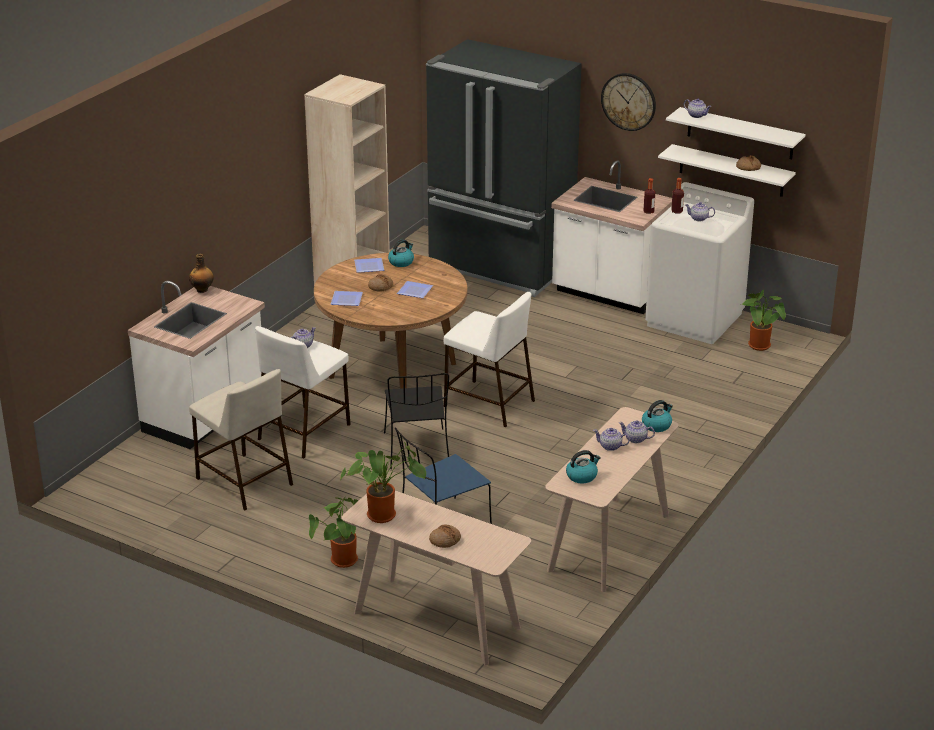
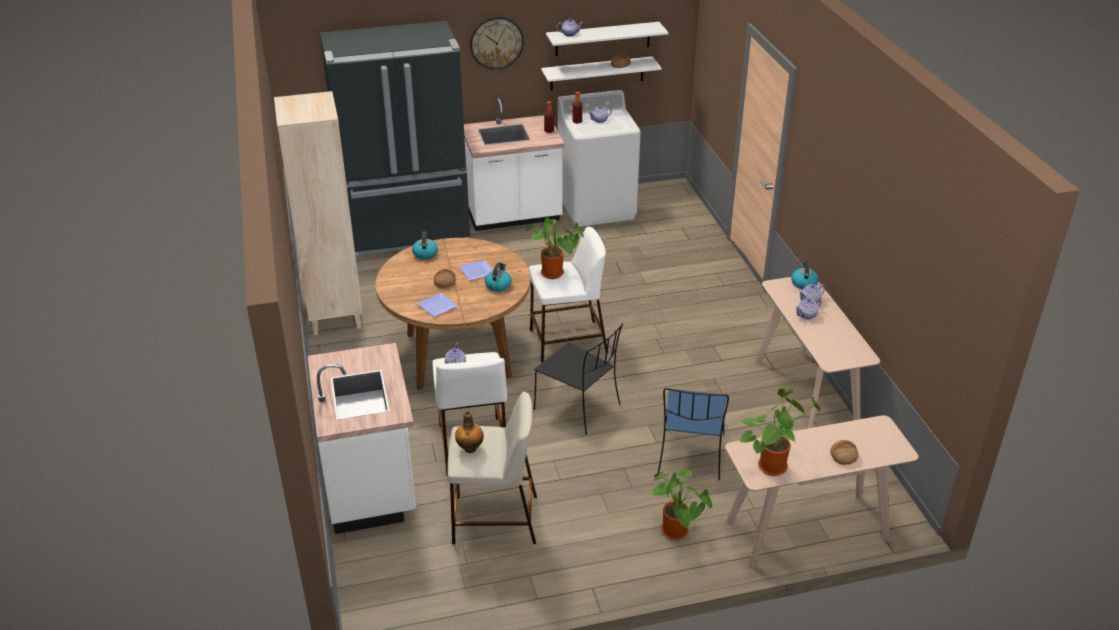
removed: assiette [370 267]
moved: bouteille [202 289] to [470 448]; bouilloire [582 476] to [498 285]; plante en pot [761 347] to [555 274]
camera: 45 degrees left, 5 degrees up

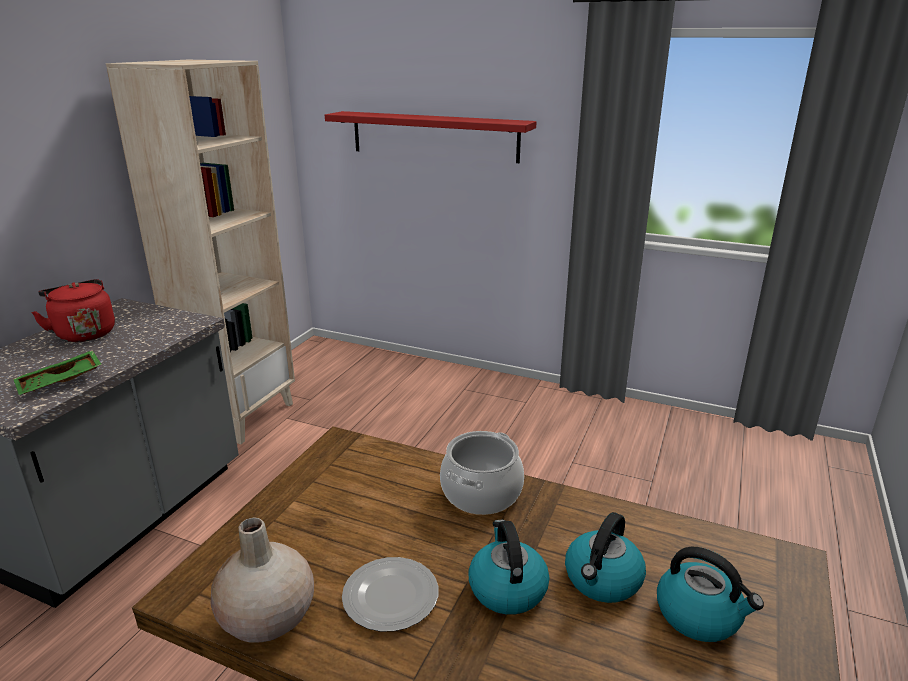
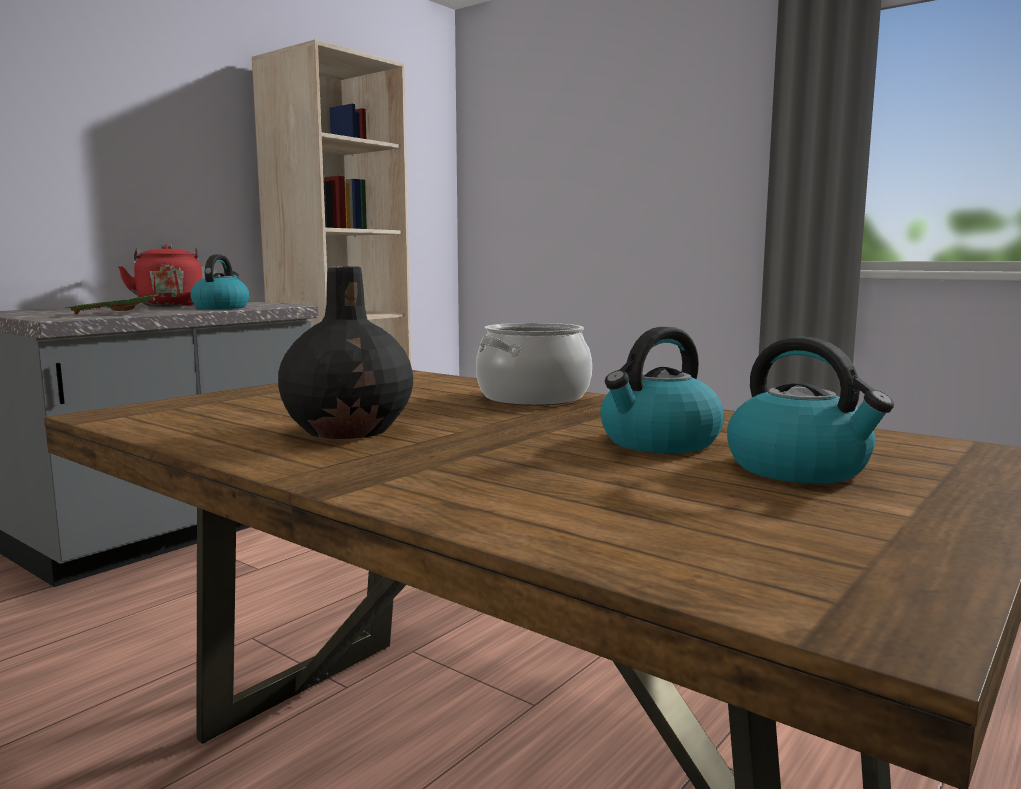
removed: vase/beige [267 619]; étagère/rouge [433 136]
moved: bouilloire [507 588] to [221 307]
replaced: assiette [391 595] to vase/noir [349 430]
camera: 15 degrees right, 15 degrees down

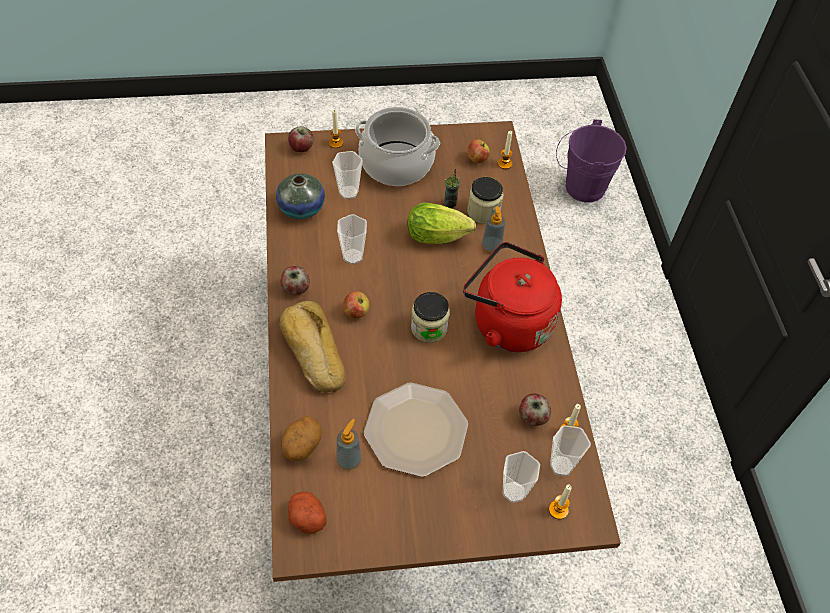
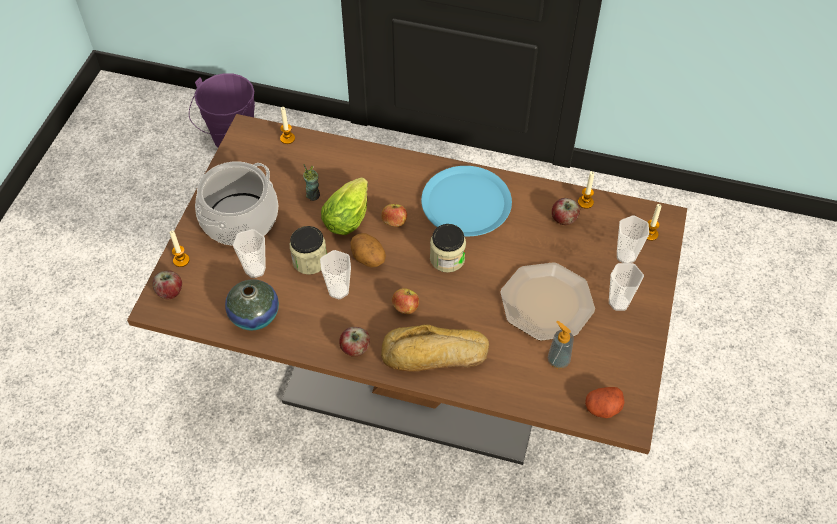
removed: distributeur de savon [491 246]
moved: pomme de terre [302 445] to [368 259]; pomme [477 159] to [394 222]; bocal [483 212] to [310 260]; tasse [561 465] to [619 302]
replaced: bouilloire/rouge [507 322] to assiette/bleu [466 202]
camera: 65 degrees left, 0 degrees up

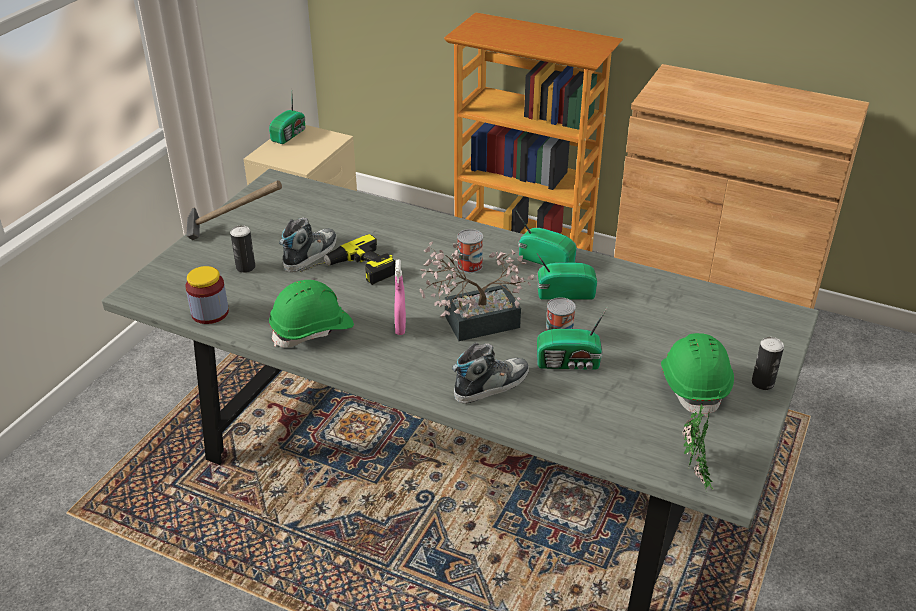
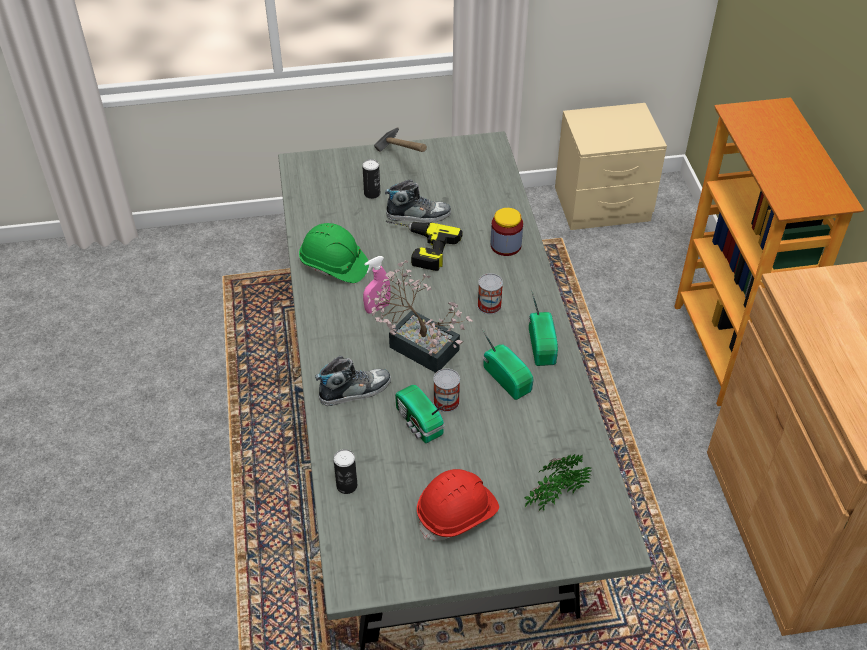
removed: radio [290 135]
moved: bocal [210 313] to [505 245]; plante en pot [694 474] to [553 499]; boîte métallique [762 383] to [347 485]
recoloured: casque de chantier/vert [694 385] to casque de chantier/rouge [457 514]
turned: chaussure [491 385] = [355 390] 45 degrees counterclockwise
camera: 55 degrees right, 10 degrees up

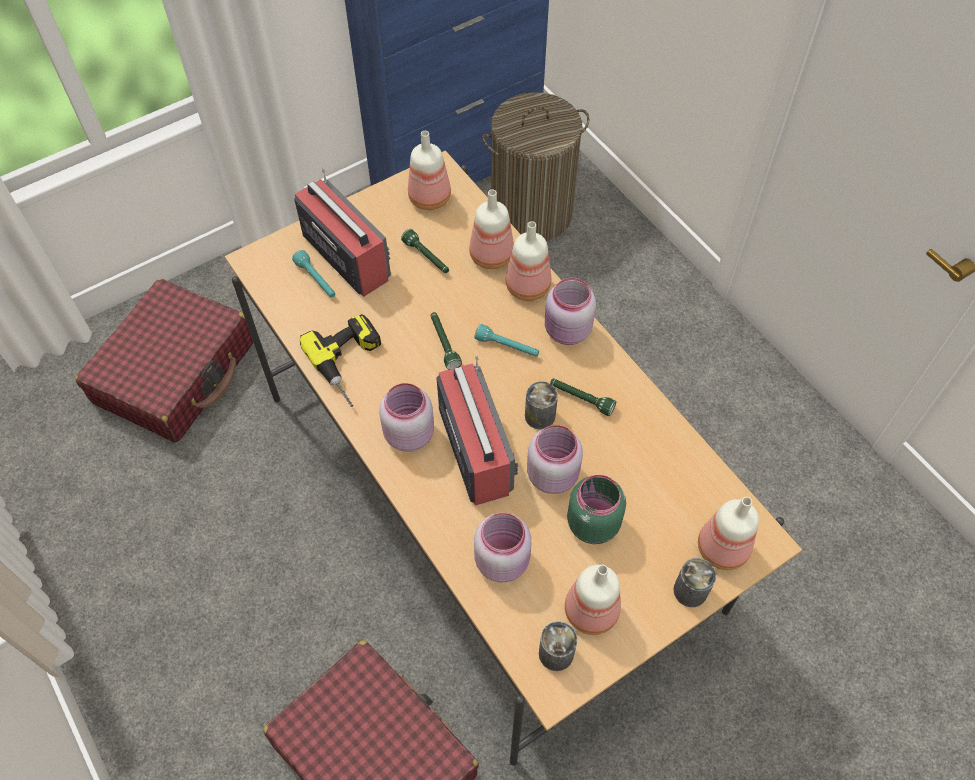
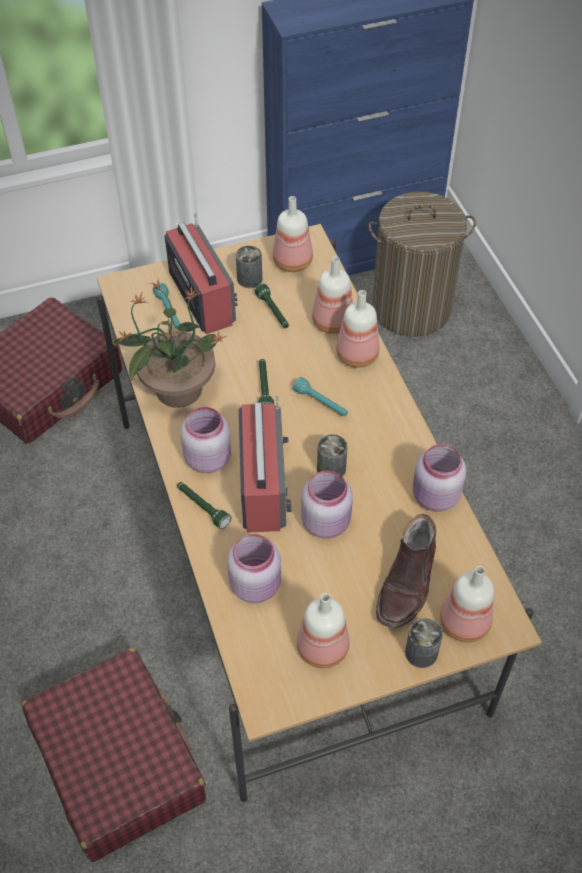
removed: bocal/vert [591 524]
added: botte/marron [408 582]
moved: boîte métallique [556 653] to [249 279]; bocal/rose [567 331] to [434 497]; lampe de poche/vert [581 399] to [202 507]
replaced: perceuse [352 364] to plante en pot [177 389]
camera: 15 degrees right, 5 degrees down

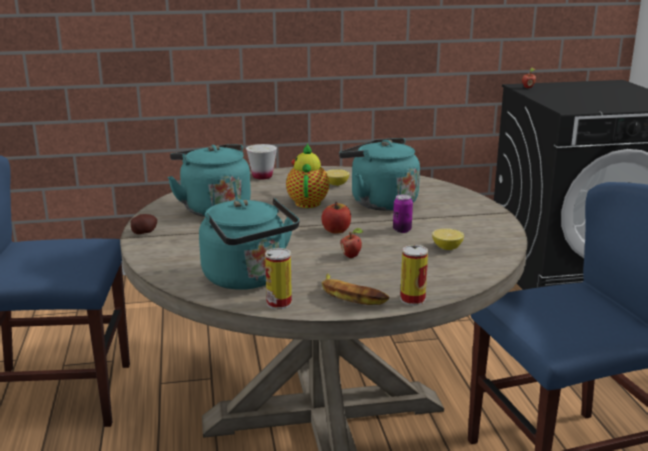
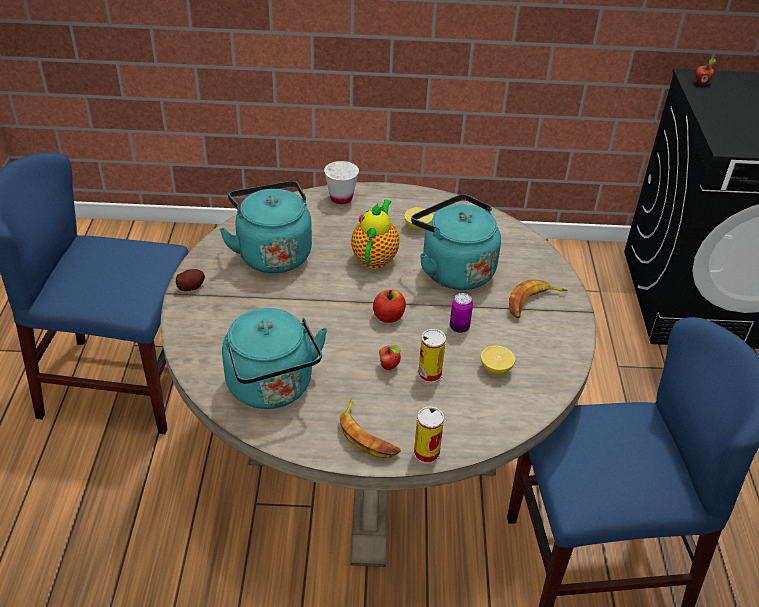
added: banane [532 303]
moved: boîte métallique [279 303] to [429 374]
camera: 10 degrees right, 20 degrees up

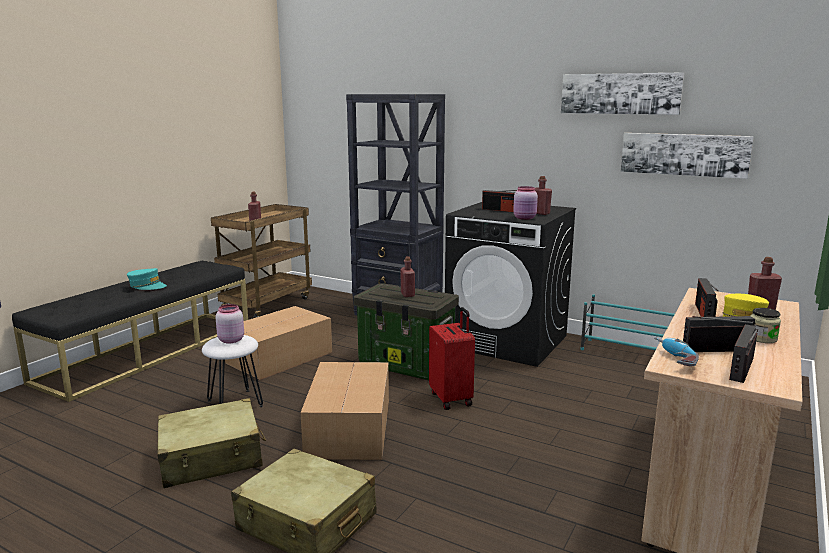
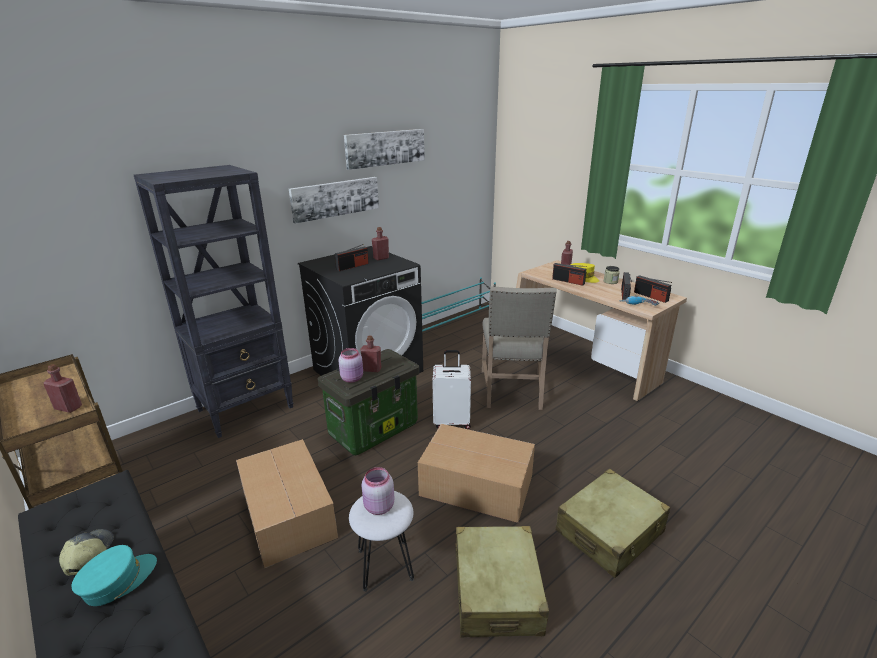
added: casquette [88 555]; chaise/beige [512 390]
moved: bocal/rose [525 218] to [353 378]; tableau [684 154] to [335 198]
recoloured: valise/rouge [452 398] to valise/blanc [452 421]
camera: 70 degrees left, 10 degrees up

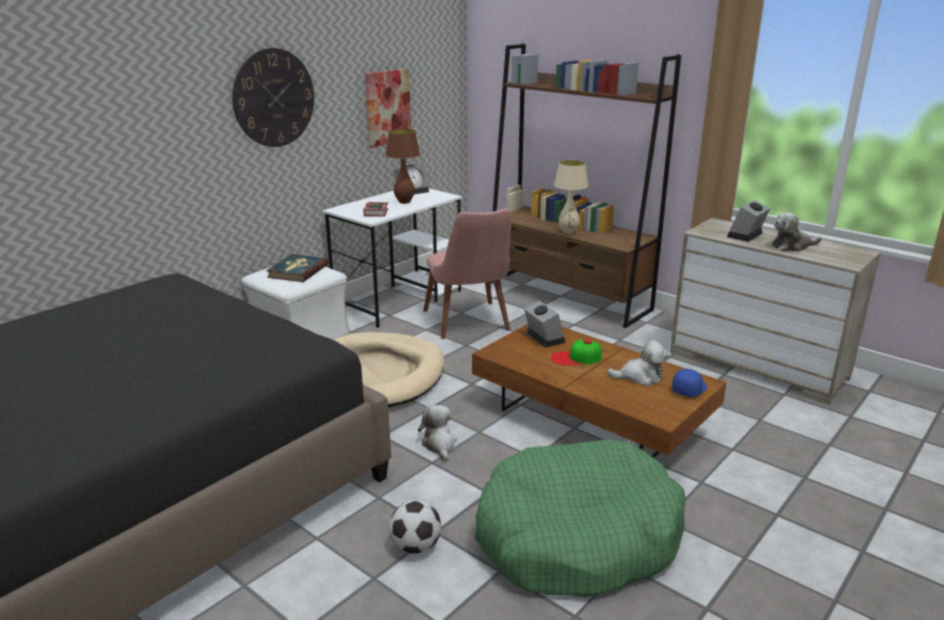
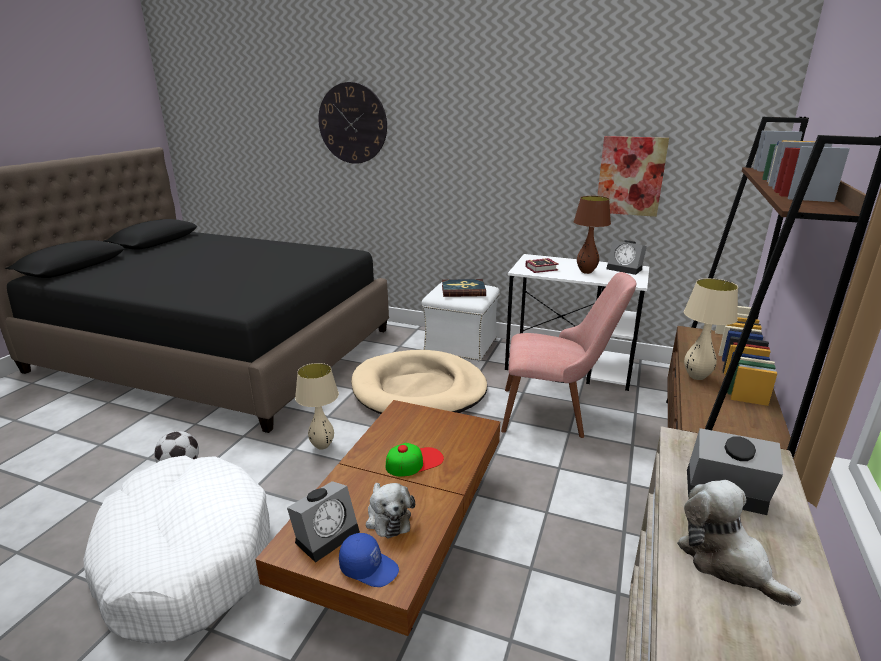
moved: horloge murale [274 98] to [352 123]; réveil [543 337] to [327 534]
replaced: peluche [439 444] to lampe de table/beige [322 446]
recoloured: panier pour chien/vert [577 537] to panier pour chien/blanc [185 558]
turned: chaise/rose [470 325] = [555 413] 135 degrees counterclockwise; casquette [576 358] = [414 461] 90 degrees clockwise
camera: 70 degrees right, 0 degrees up

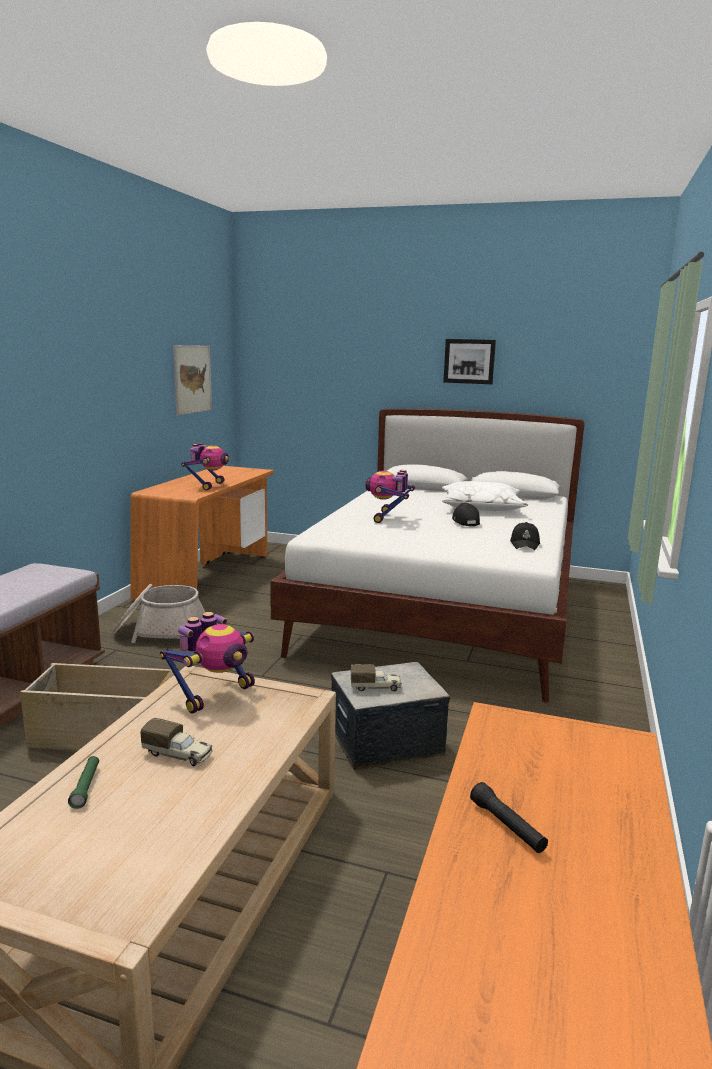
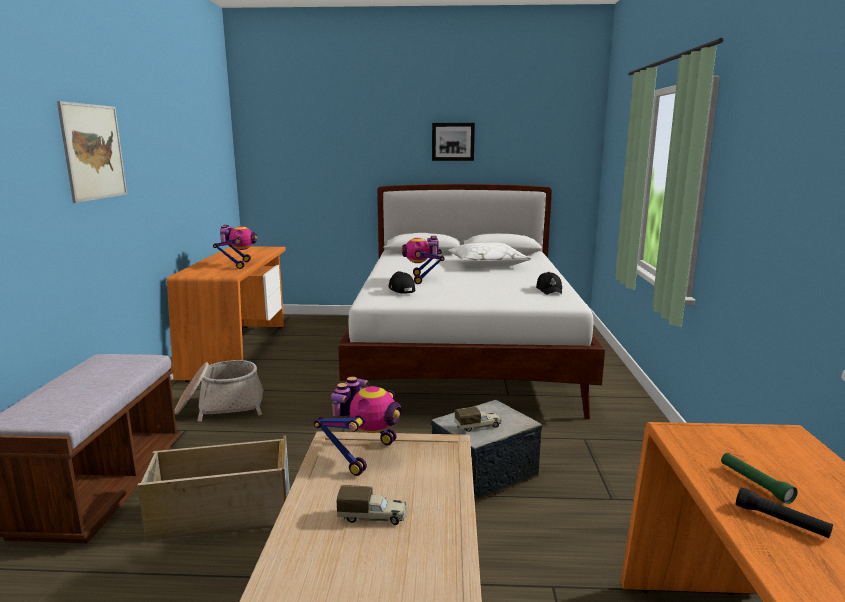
moved: lampe de poche/vert [86 787] to [755 483]; tableau [192 379] to [94 152]; casquette/noir [465 521] to [400 289]
camera: 15 degrees left, 0 degrees up

